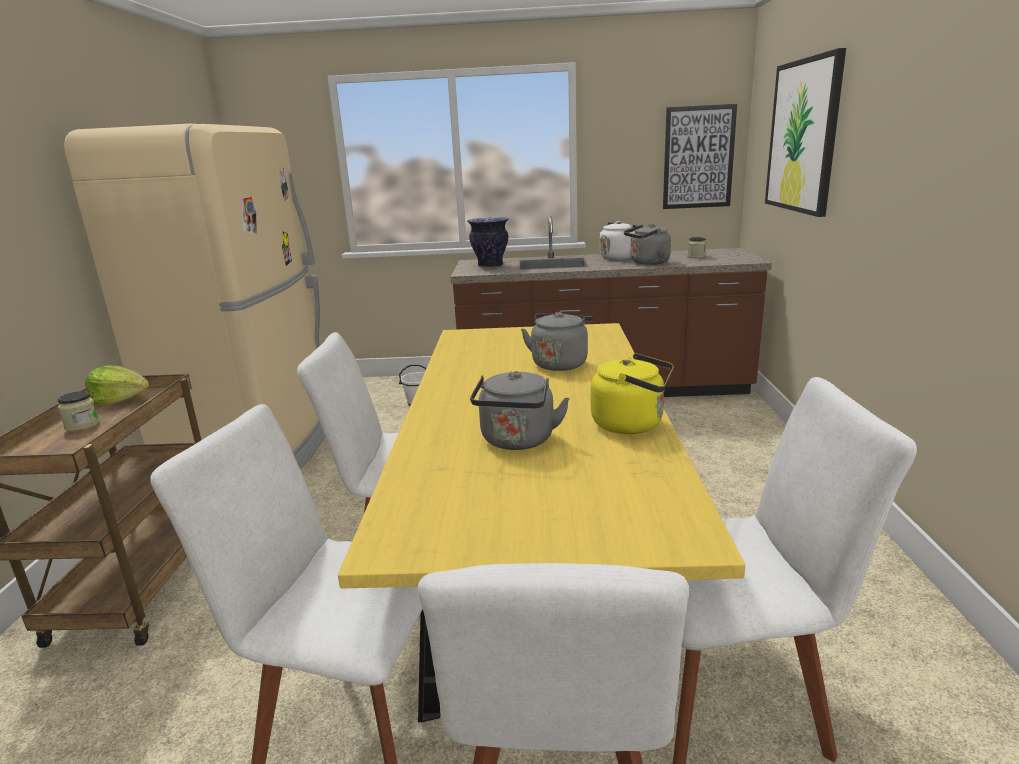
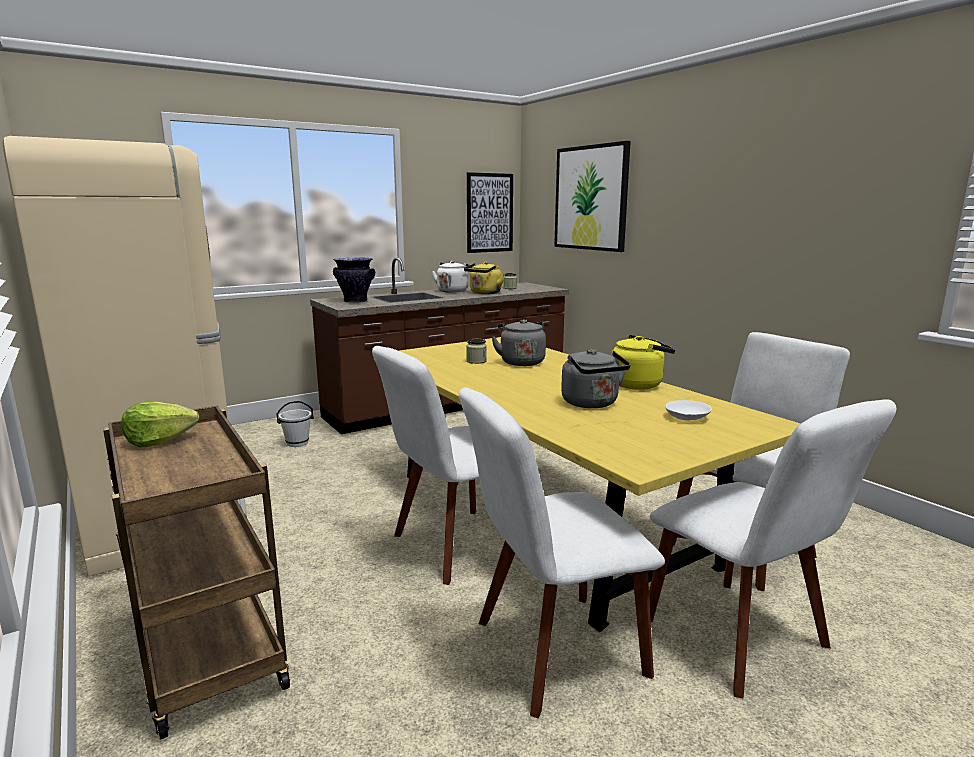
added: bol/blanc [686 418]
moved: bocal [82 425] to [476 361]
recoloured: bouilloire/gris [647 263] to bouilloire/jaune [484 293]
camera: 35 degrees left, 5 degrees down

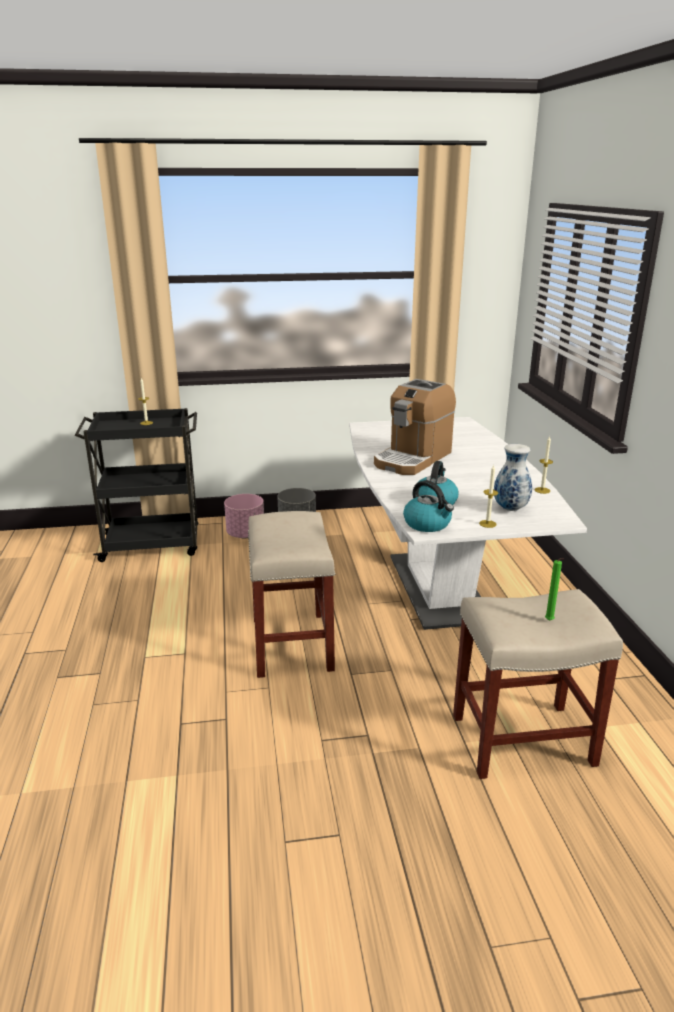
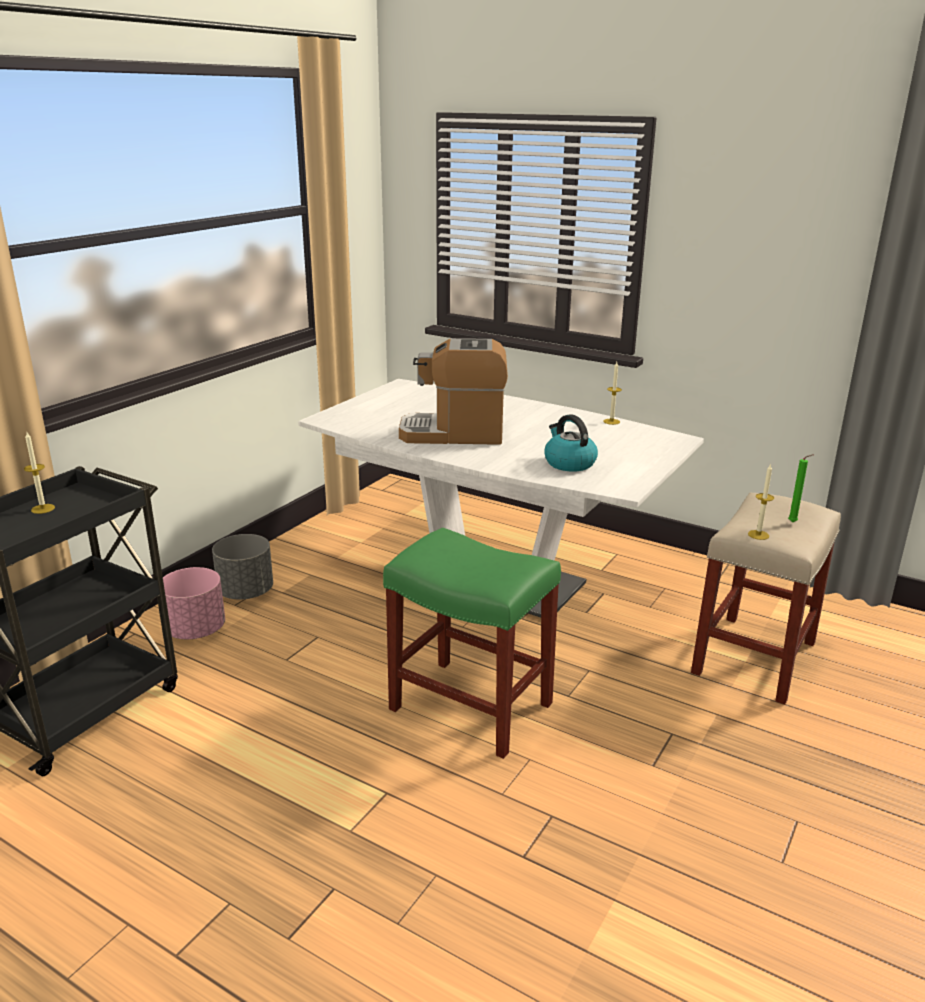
removed: bouilloire [428 524]; vase [509 508]
moved: bougie [487 524] to [758 535]
recoloured: tabouret/beige [291 643] to tabouret/vert [468 706]
turned: machine à café [413 458] = [454 433] 105 degrees clockwise
camera: 50 degrees left, 0 degrees up

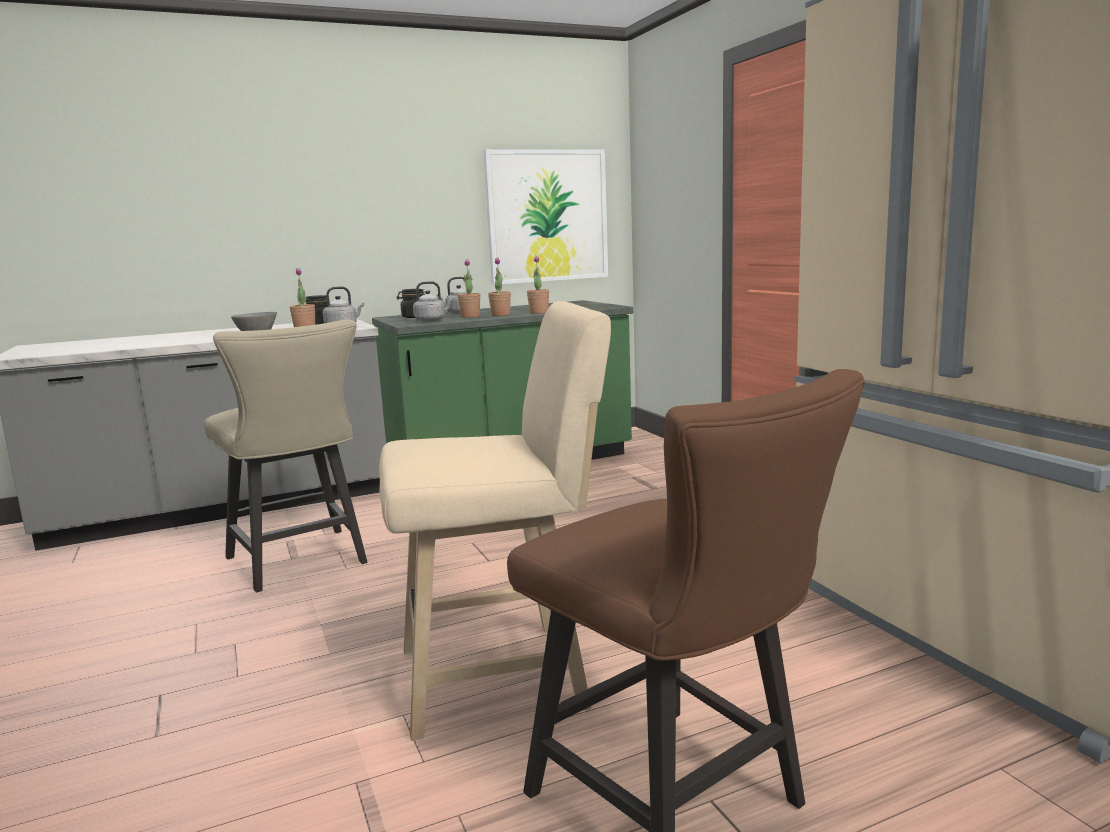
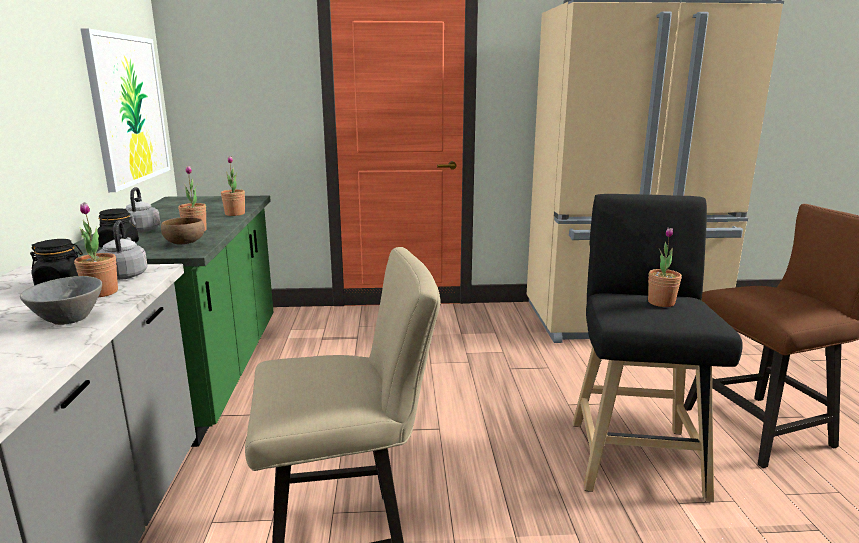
moved: plante en pot [500 315] to [661 302]
replaced: bouilloire/gris [432 320] to bol/marron [184 243]
recoloured: tabouret/beige [504 676] to tabouret/noir [634 453]
camera: 70 degrees left, 5 degrees up

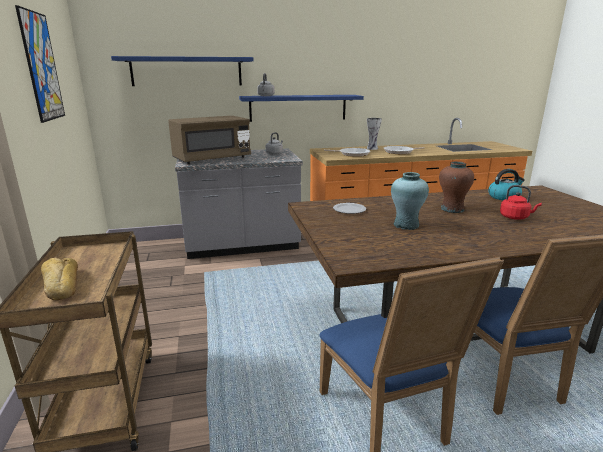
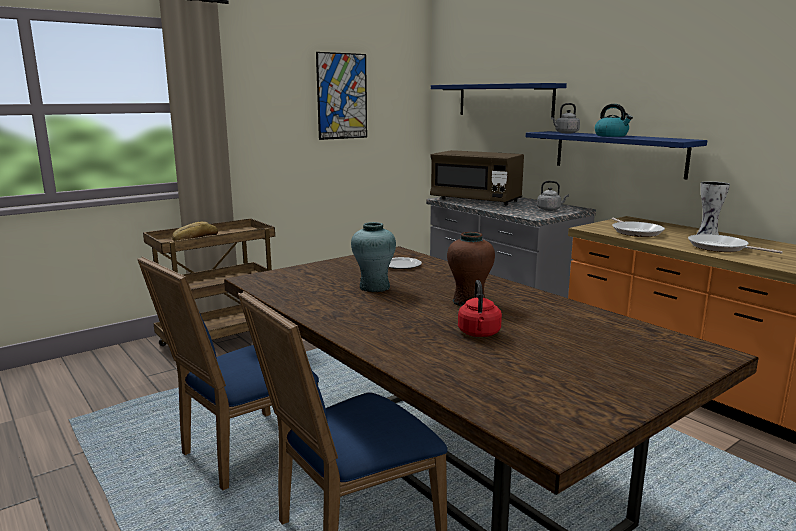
moved: bouilloire [504 197] to [611 136]
camera: 65 degrees right, 5 degrees down

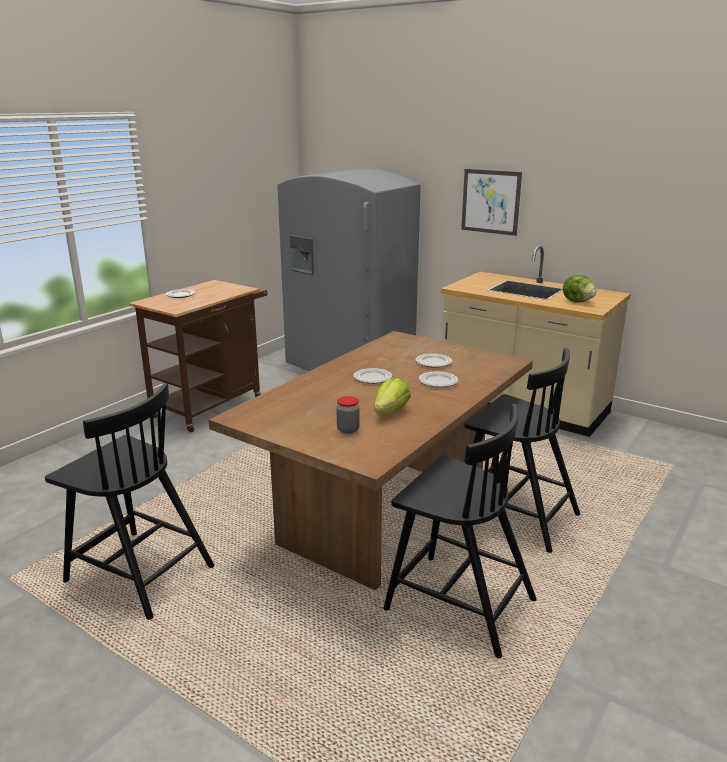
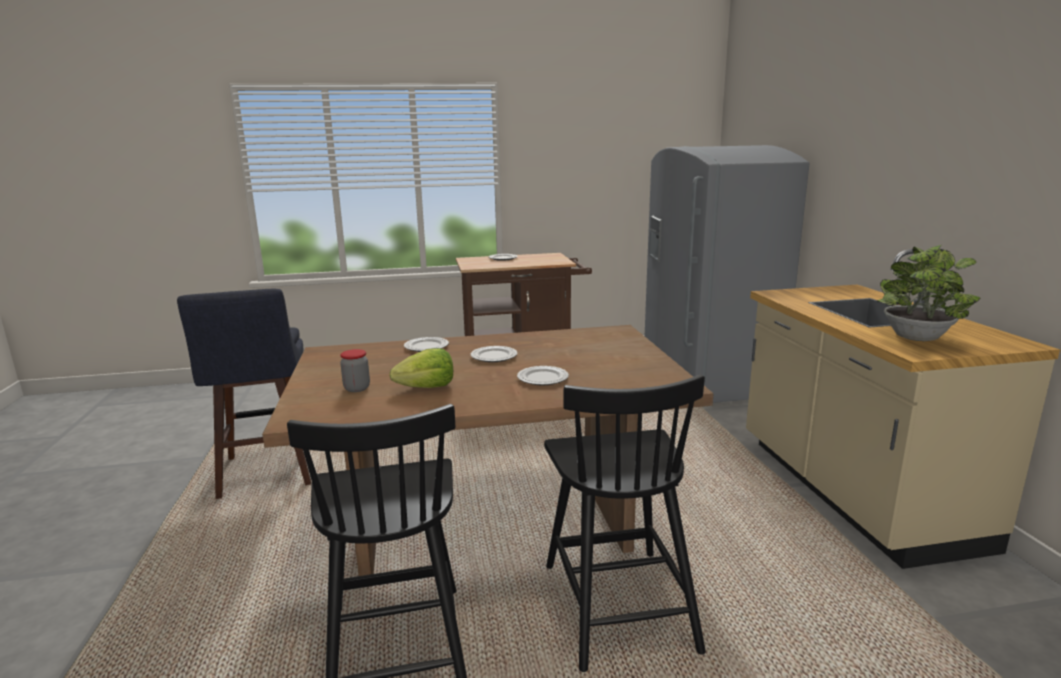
removed: tableau [490 201]
moved: assiette [434 363] to [426 347]
replaced: chaise/noir [138 572] to tabouret/bleu [267 475]; laitue [578 301] to plante en pot [916 339]
camera: 45 degrees right, 5 degrees down

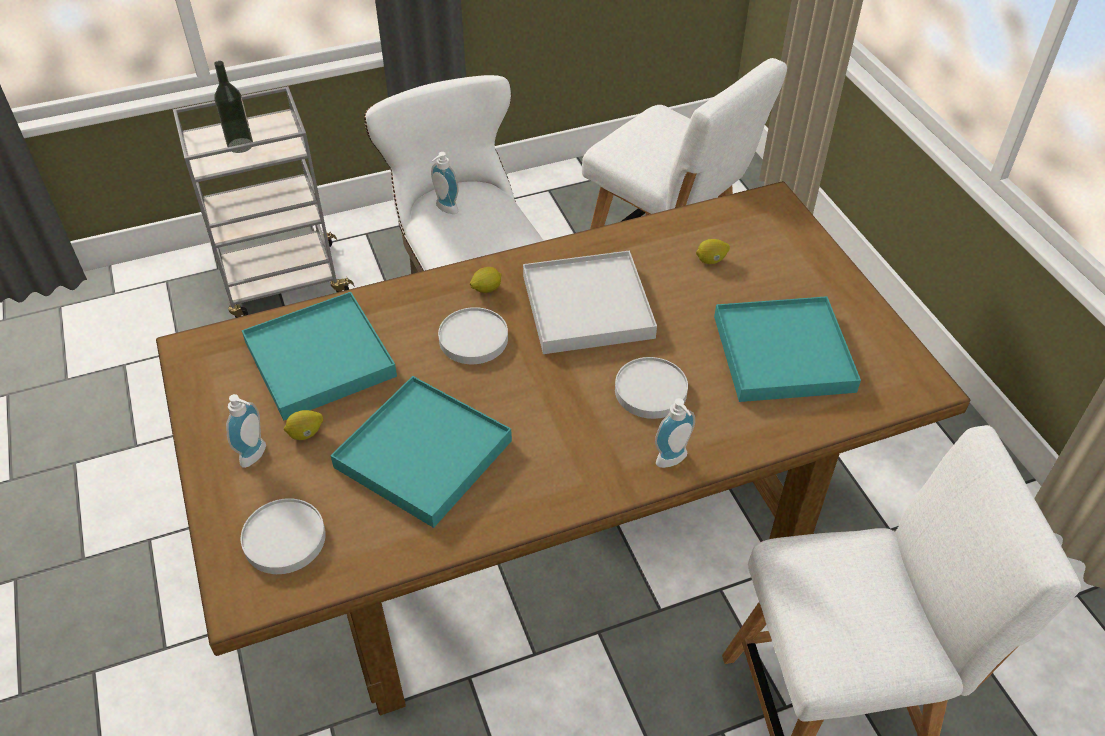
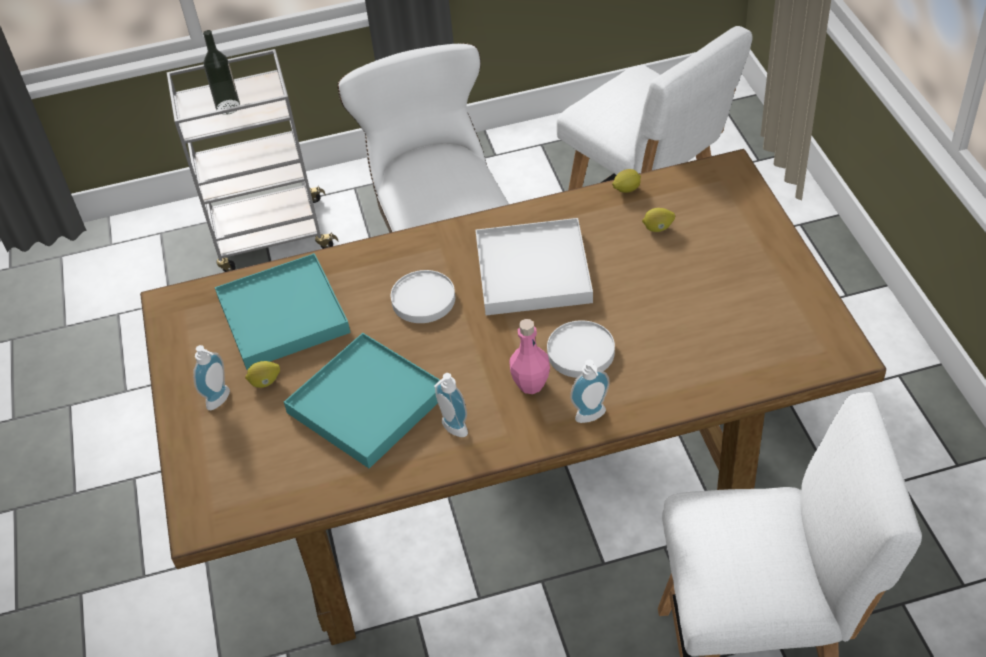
removed: assiette/blanc [285 538]; plateau/turquoise [783 354]
added: bouteille/rose [531 384]
moved: distributeur de savon [445 209] to [452 430]; citron [486 289] to [626 189]
camera: 10 degrees right, 0 degrees up

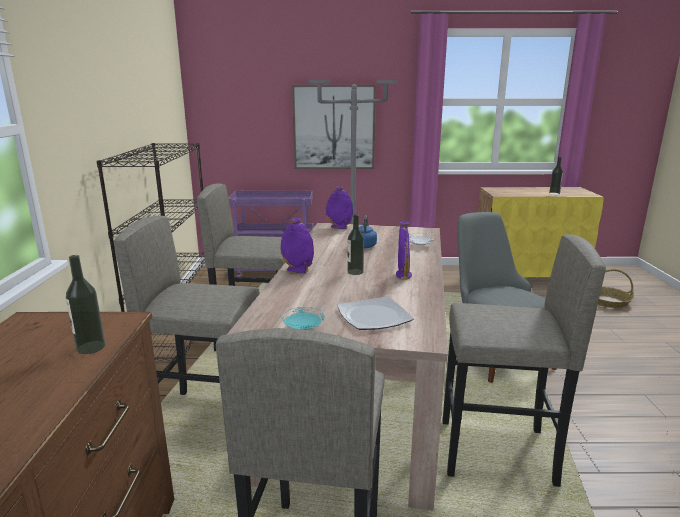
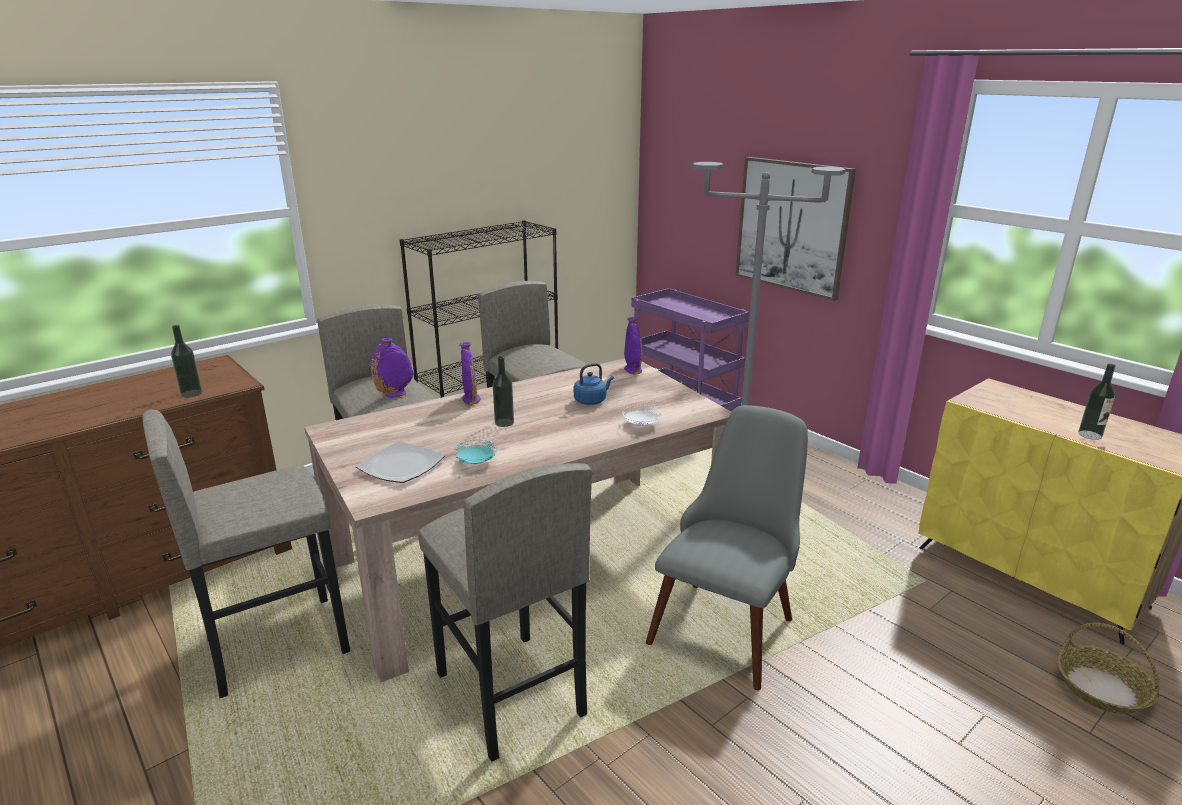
moved: assiette/turquoise [303 329] to [476 462]; vase/violet [403 275] to [394 394]
camera: 50 degrees right, 5 degrees up

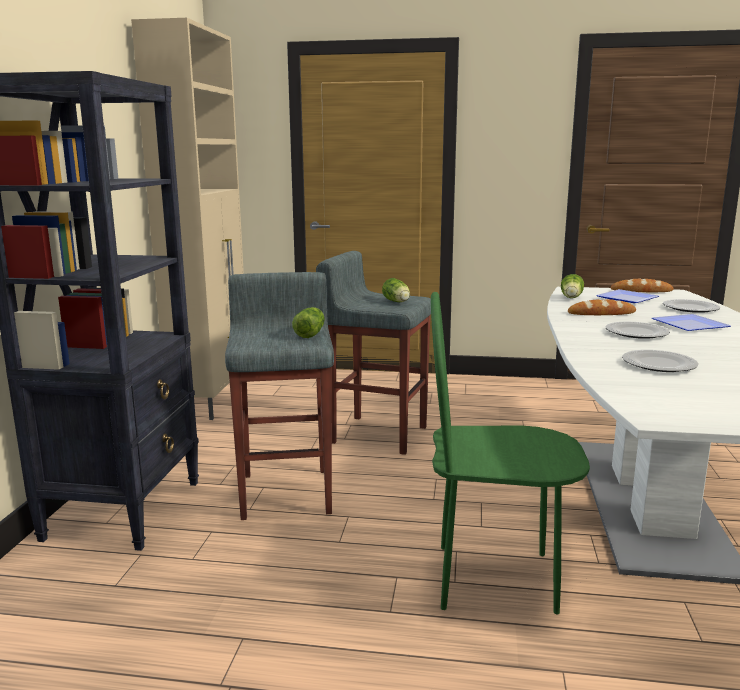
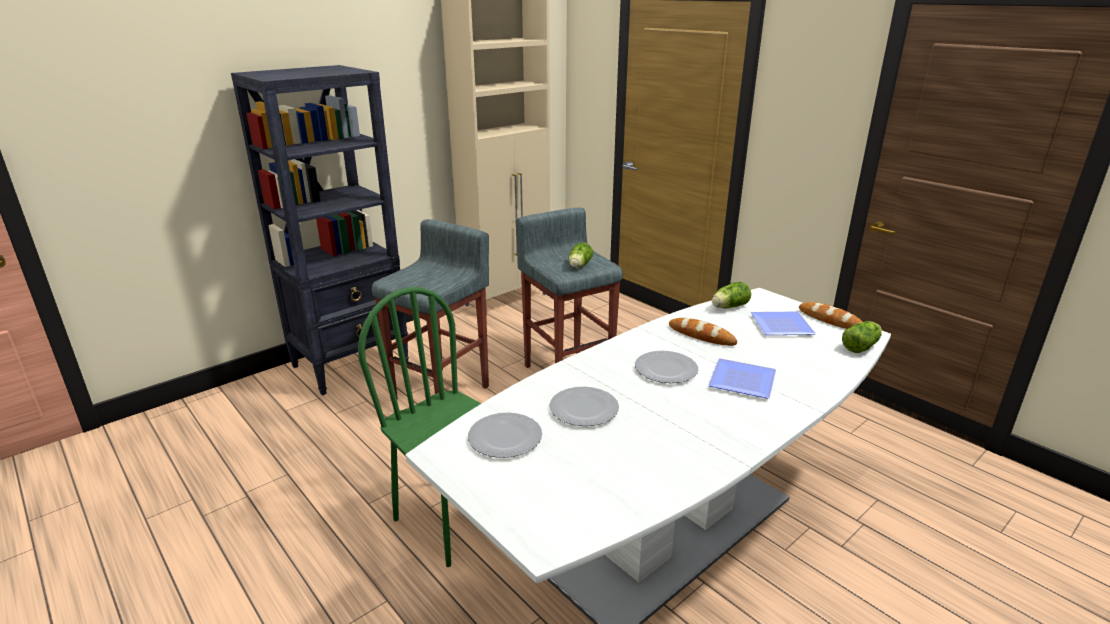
moved: laitue [311 333] to [861 346]; assiette [691 308] to [504 438]
camera: 40 degrees right, 10 degrees up

